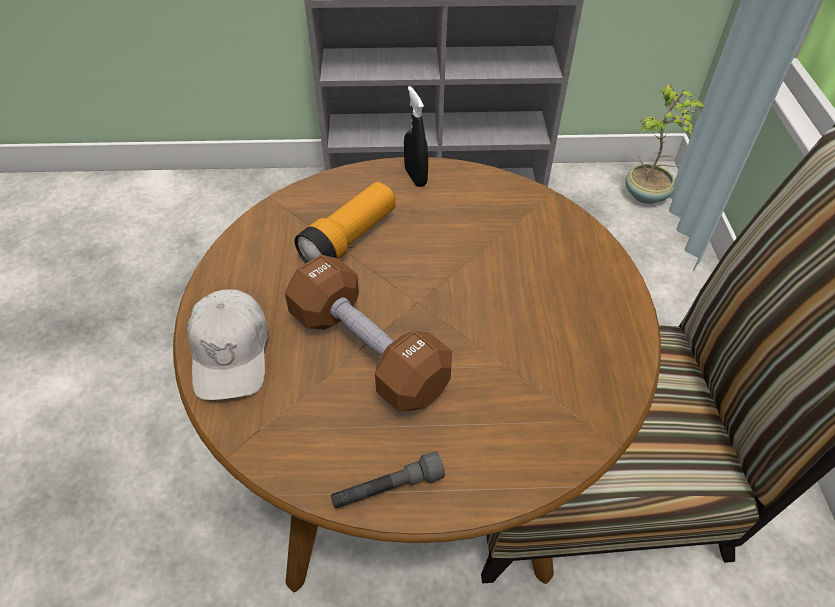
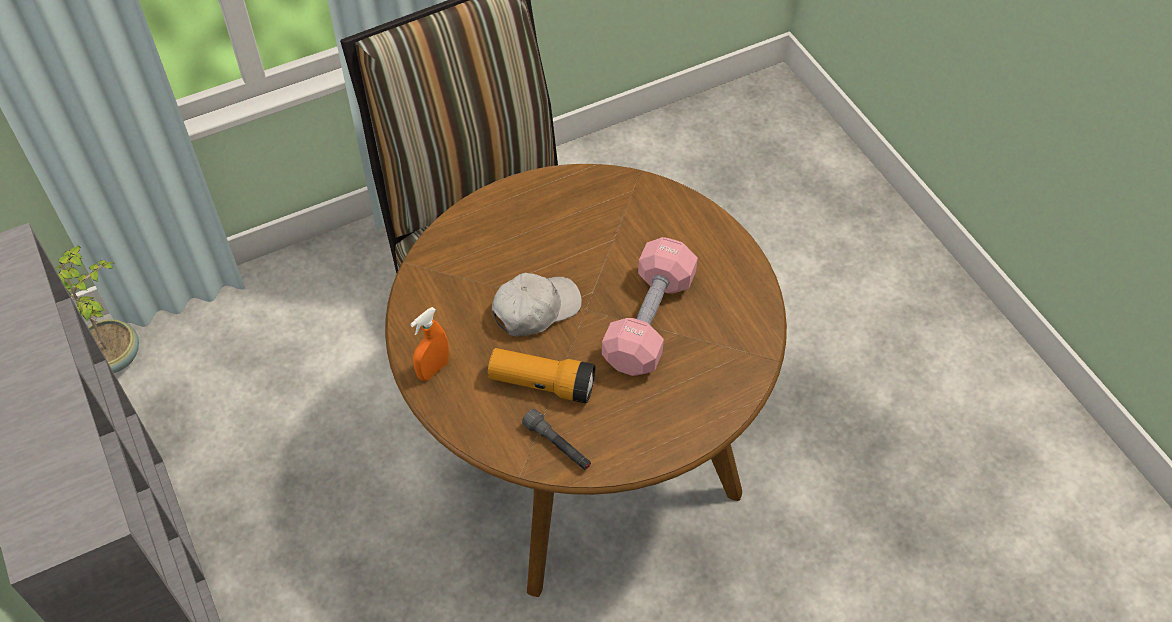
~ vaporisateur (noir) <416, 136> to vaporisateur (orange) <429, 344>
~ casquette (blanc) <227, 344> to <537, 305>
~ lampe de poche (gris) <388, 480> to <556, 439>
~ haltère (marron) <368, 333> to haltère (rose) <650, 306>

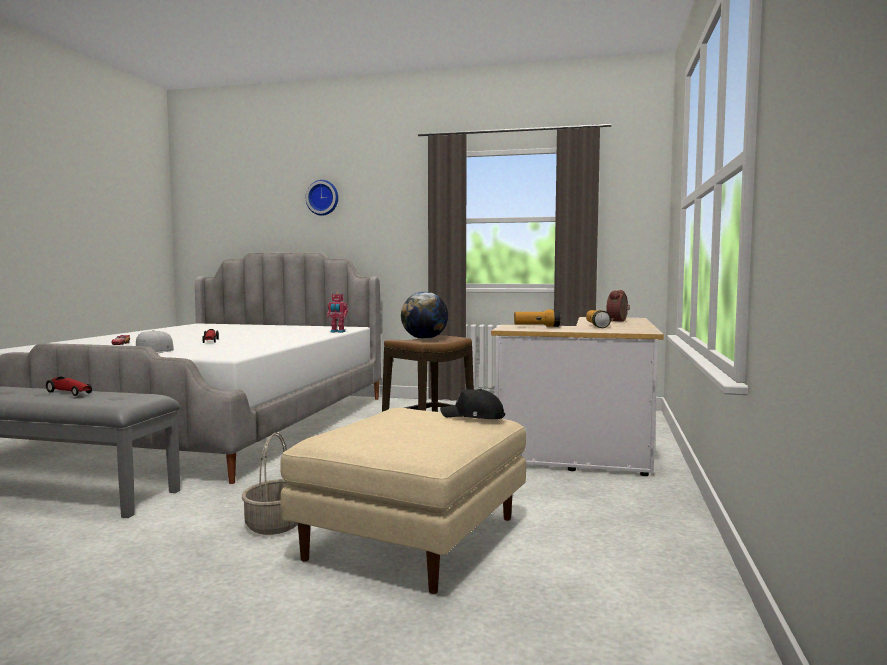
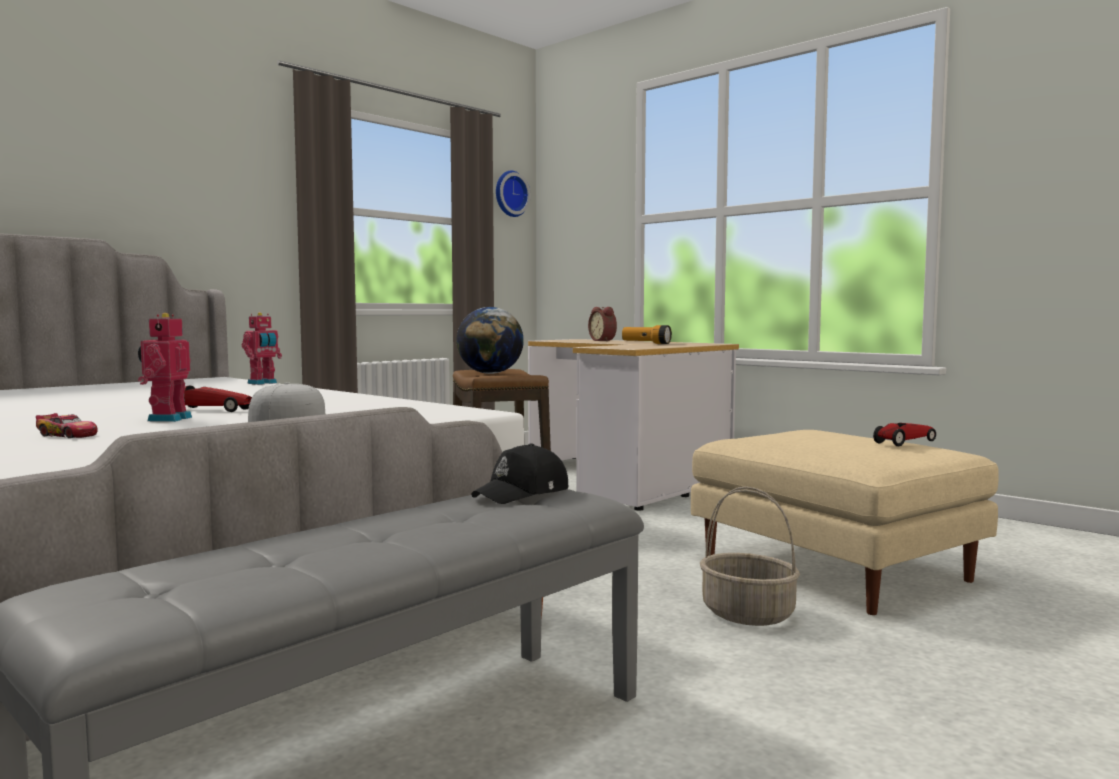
+ robot jouet <165, 367>
~ casquette (noir) <472, 404> to <519, 473>
~ horloge murale <322, 198> to <513, 194>
~ petite voiture <69, 386> to <904, 435>
- lampe de poche <537, 318>

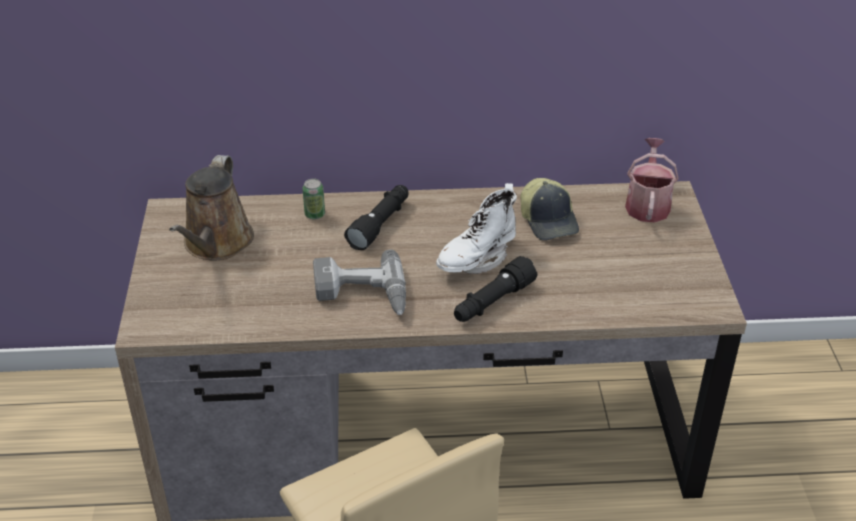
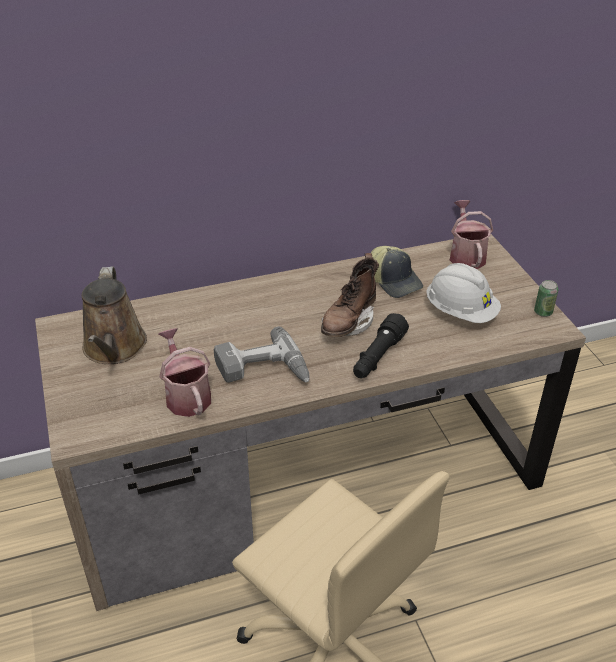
+ arrosoir <184, 372>
~ botte (blanc) <476, 228> to botte (marron) <350, 295>
+ casque de chantier (blanc) <463, 293>
~ boîte métallique <313, 198> to <546, 298>
- lampe de poche (noir) <376, 217>

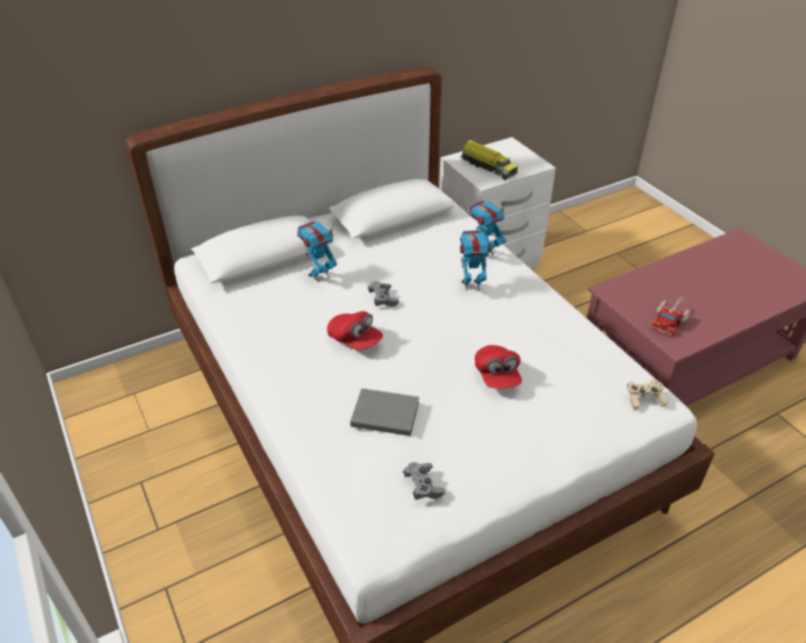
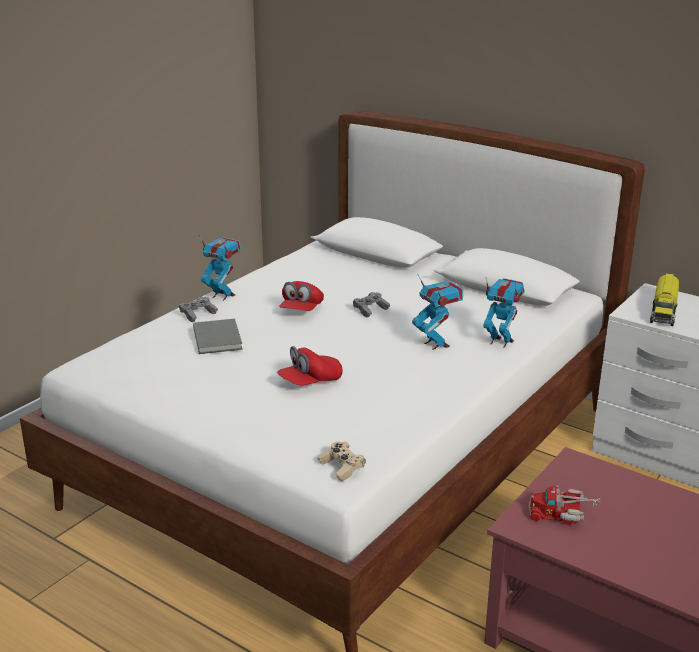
~ manette (gris) <424, 481> to <198, 309>
~ robot jouet <317, 251> to <220, 268>

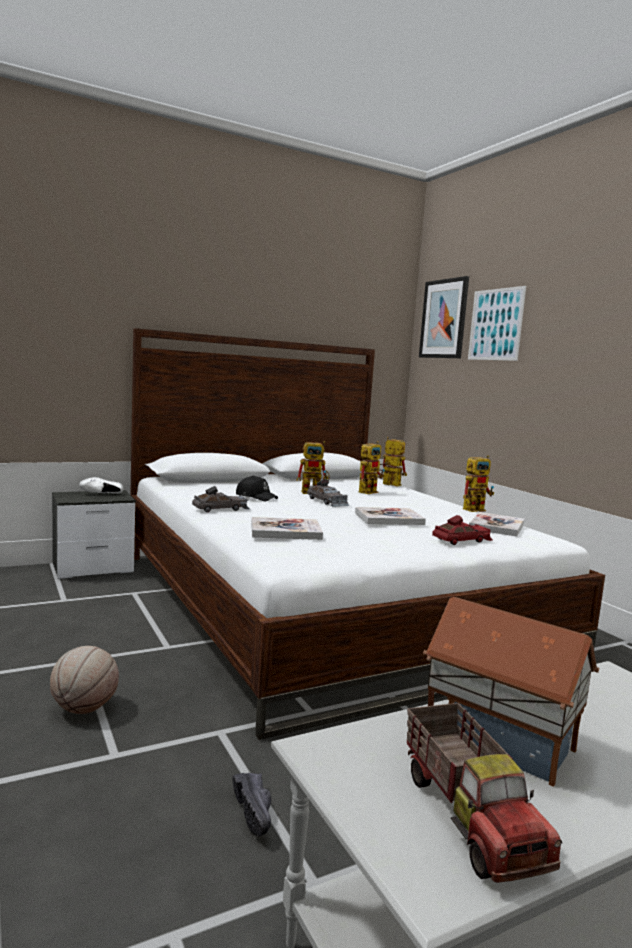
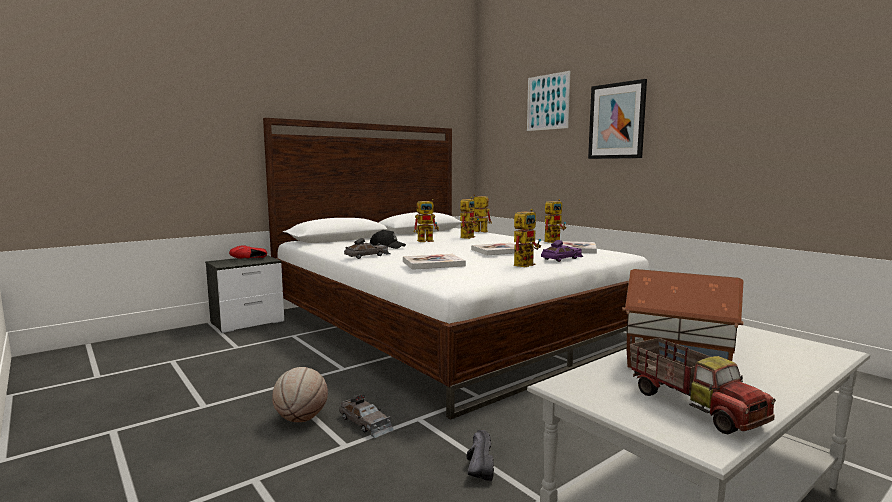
~ chaussure (blanc) <101, 485> to chaussure (rouge) <248, 252>
~ petite voiture (gris) <328, 493> to <366, 416>
~ chaussure (noir) <251, 804> = <480, 455> 150 degrees counterclockwise
+ robot jouet <527, 238>
~ petite voiture (rouge) <462, 530> to petite voiture (violet) <562, 251>
~ tableau <444, 317> to <617, 119>

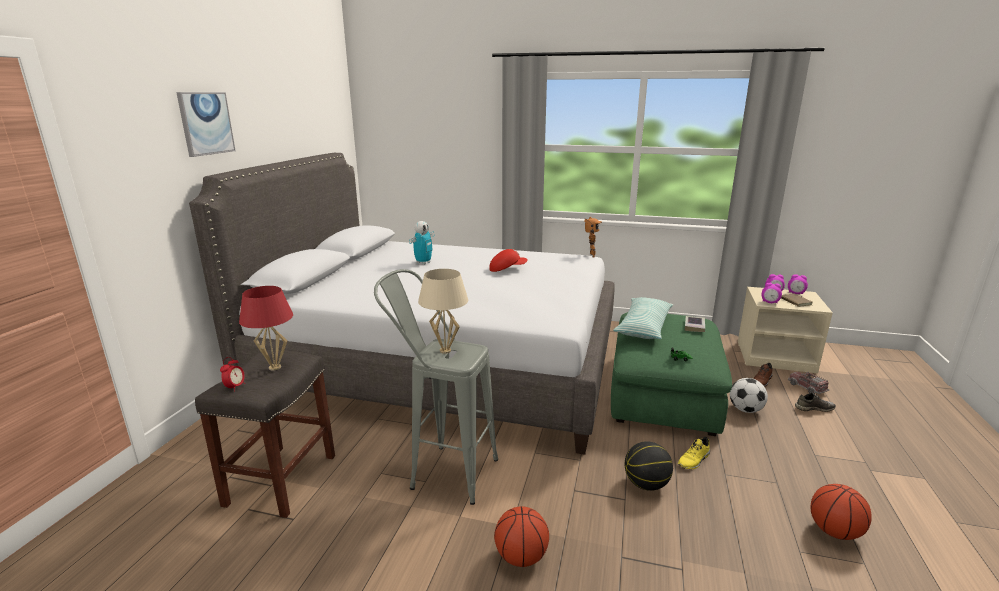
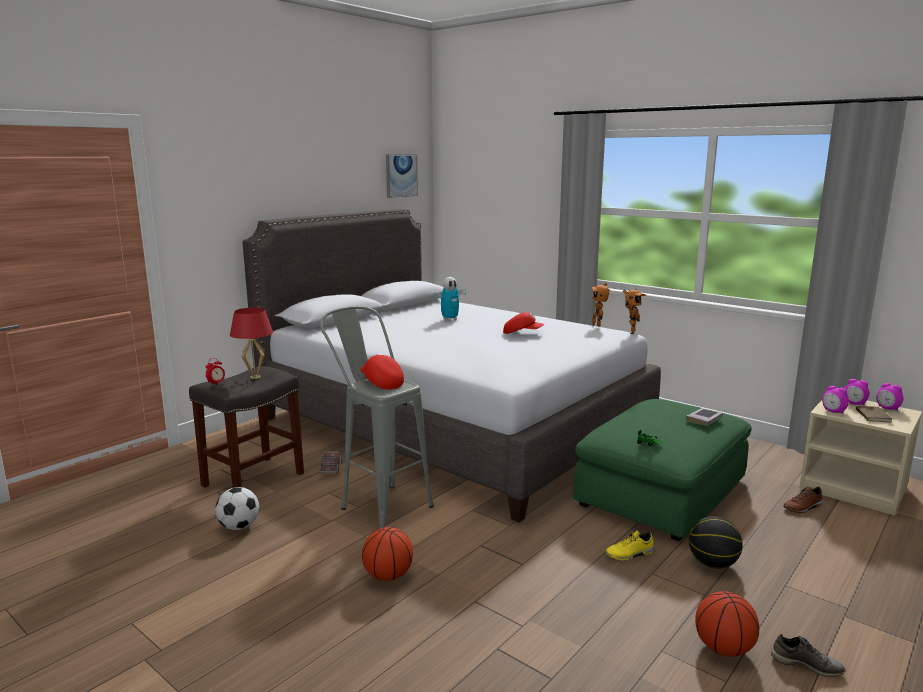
~ ballon de foot <749, 395> to <237, 508>
~ camion jouet <808, 383> to <331, 462>
~ lampe de table (beige) <443, 311> to casquette (rouge) <382, 372>
~ tableau <206, 124> to <402, 176>
+ robot jouet <600, 304>
~ ballon de basket <649, 466> to <716, 542>
~ chaussure (gris) <815, 402> to <808, 655>
- coussin <643, 318>

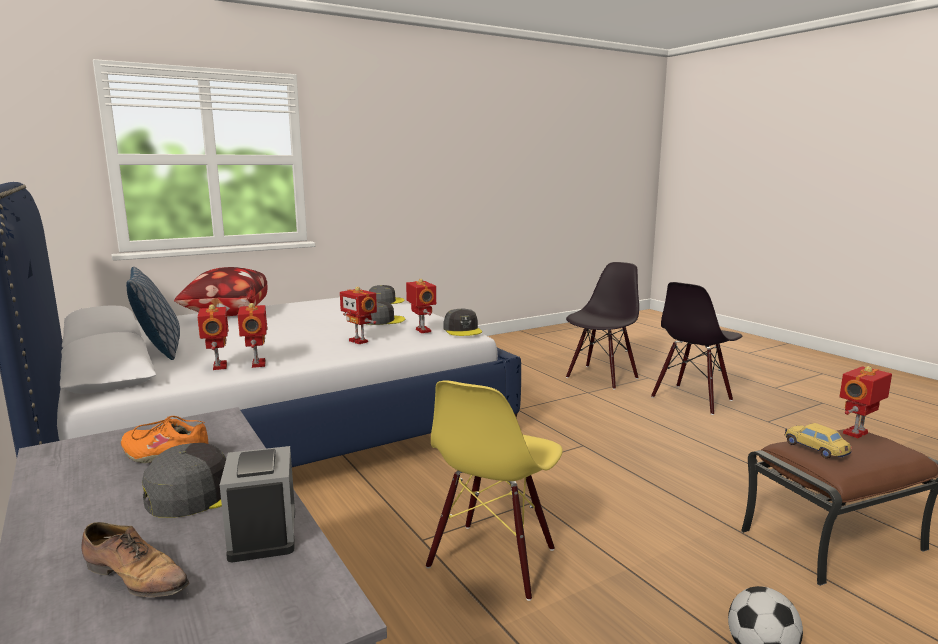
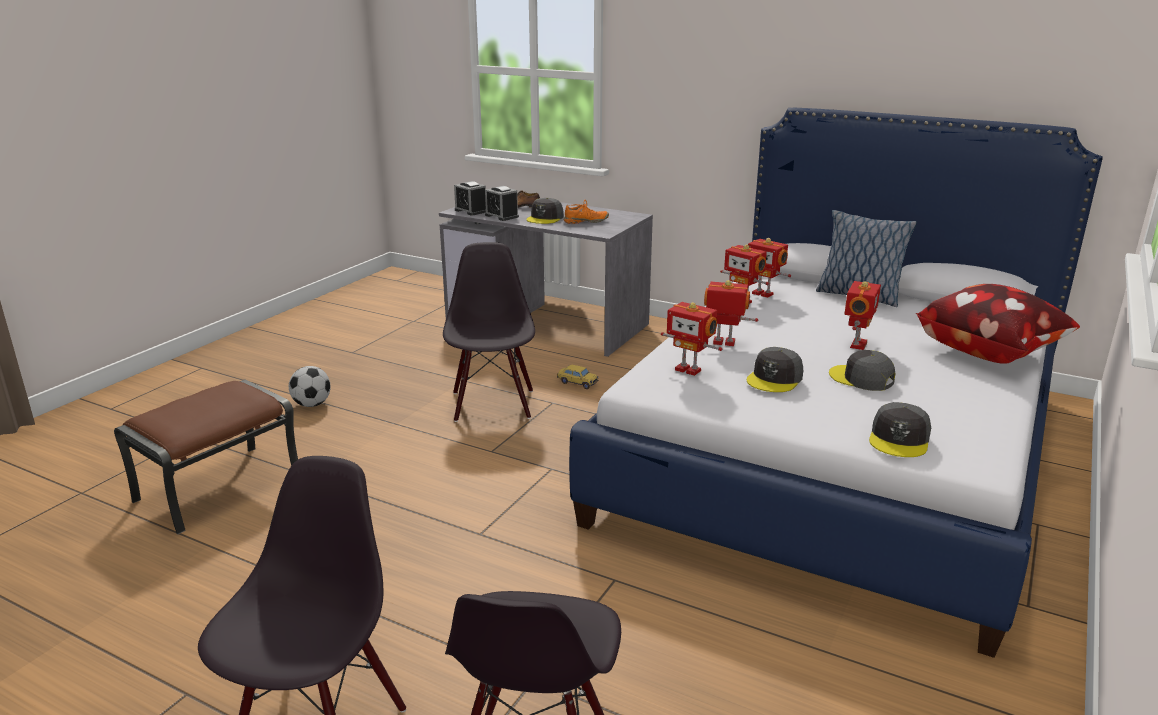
~ chaise (jaune) <494, 491> to chaise (noir) <489, 332>
+ réveil <470, 198>
~ petite voiture <818, 441> to <577, 376>
~ casquette (gris) <462, 322> to <862, 370>
~ robot jouet <865, 402> to <863, 315>

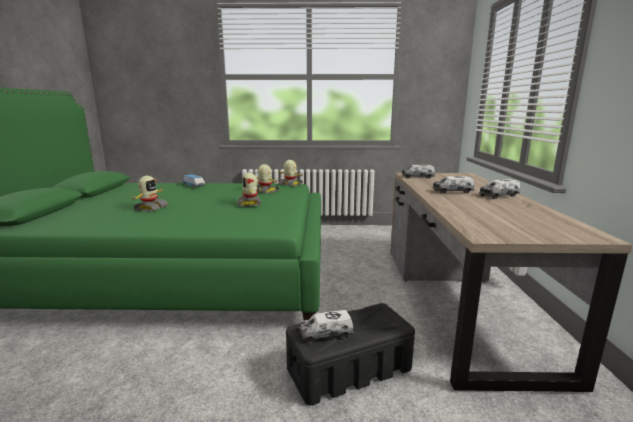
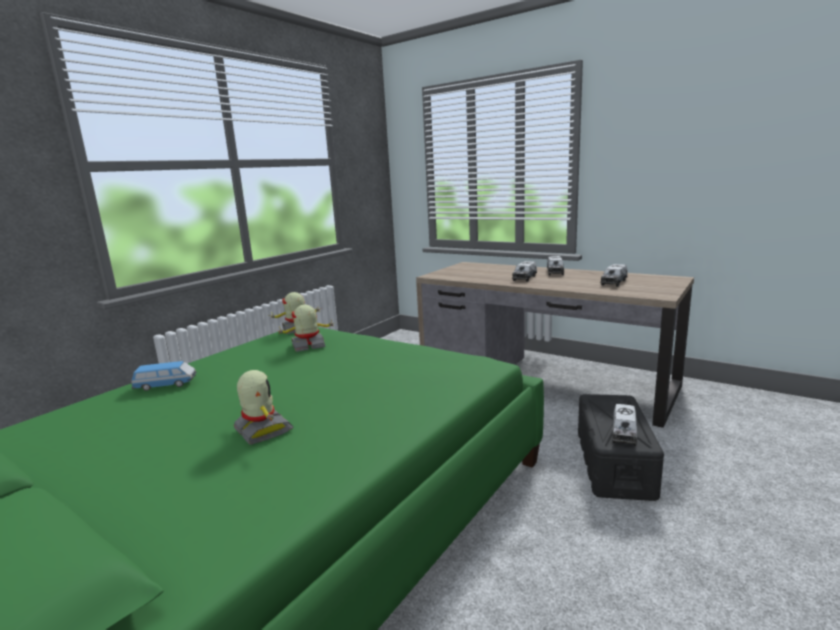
~ camion jouet <418, 172> to <614, 275>
- robot jouet <249, 190>

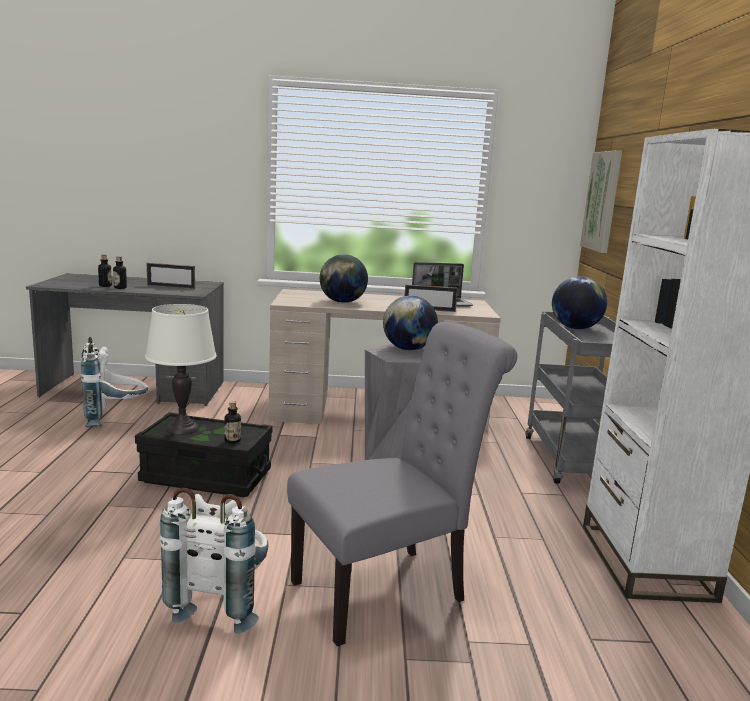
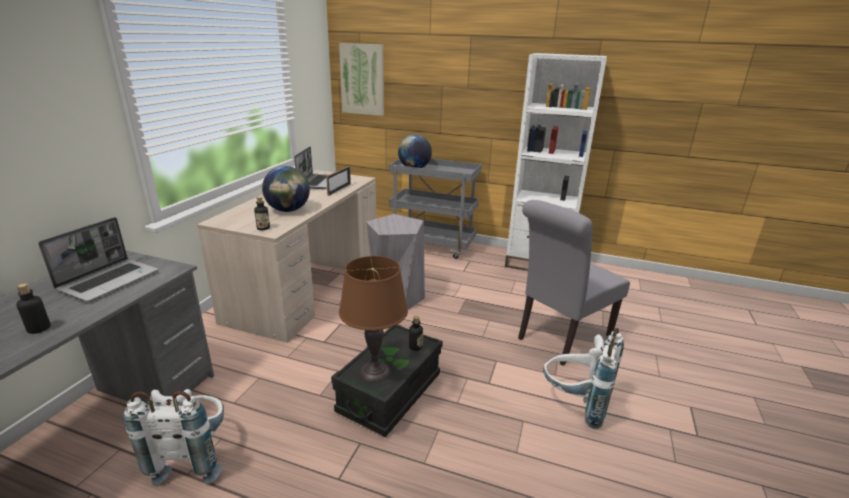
~ cadre photo <171, 276> to ordinateur portable <98, 259>
~ bouteille <120, 272> to <262, 213>
~ lampe de table (blanc) <181, 369> to lampe de table (marron) <373, 319>
~ chaise (gris) <402, 484> = <574, 283> 120 degrees counterclockwise
- globe <410, 323>

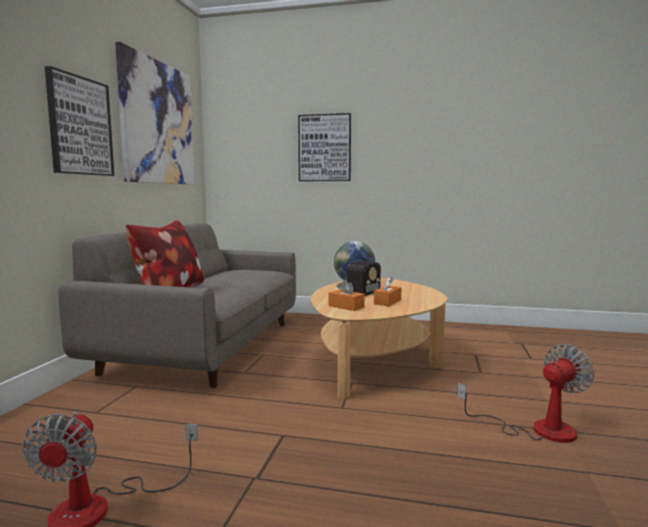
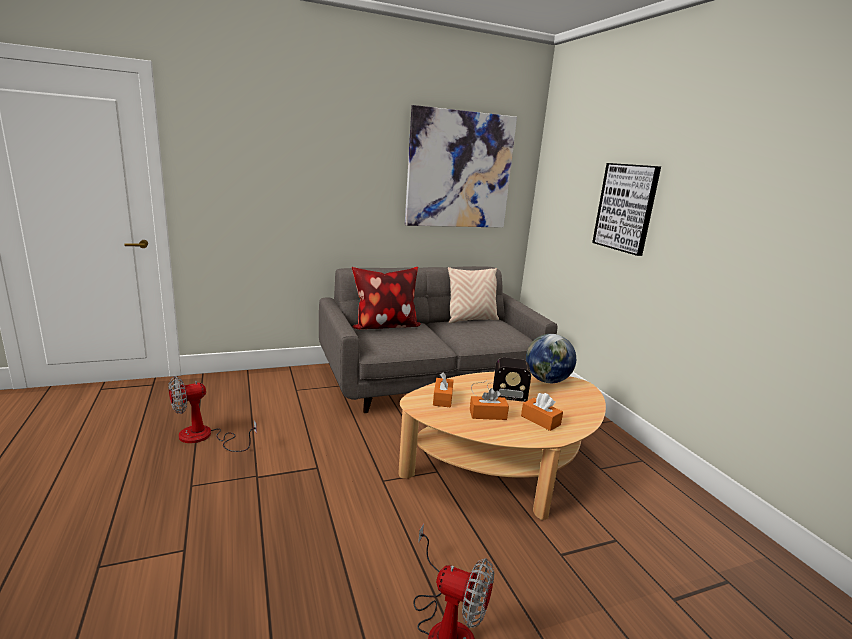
+ coussin (beige) <473, 295>
+ boîte à mouchoirs (orange) <542, 412>
- tableau <79, 121>

